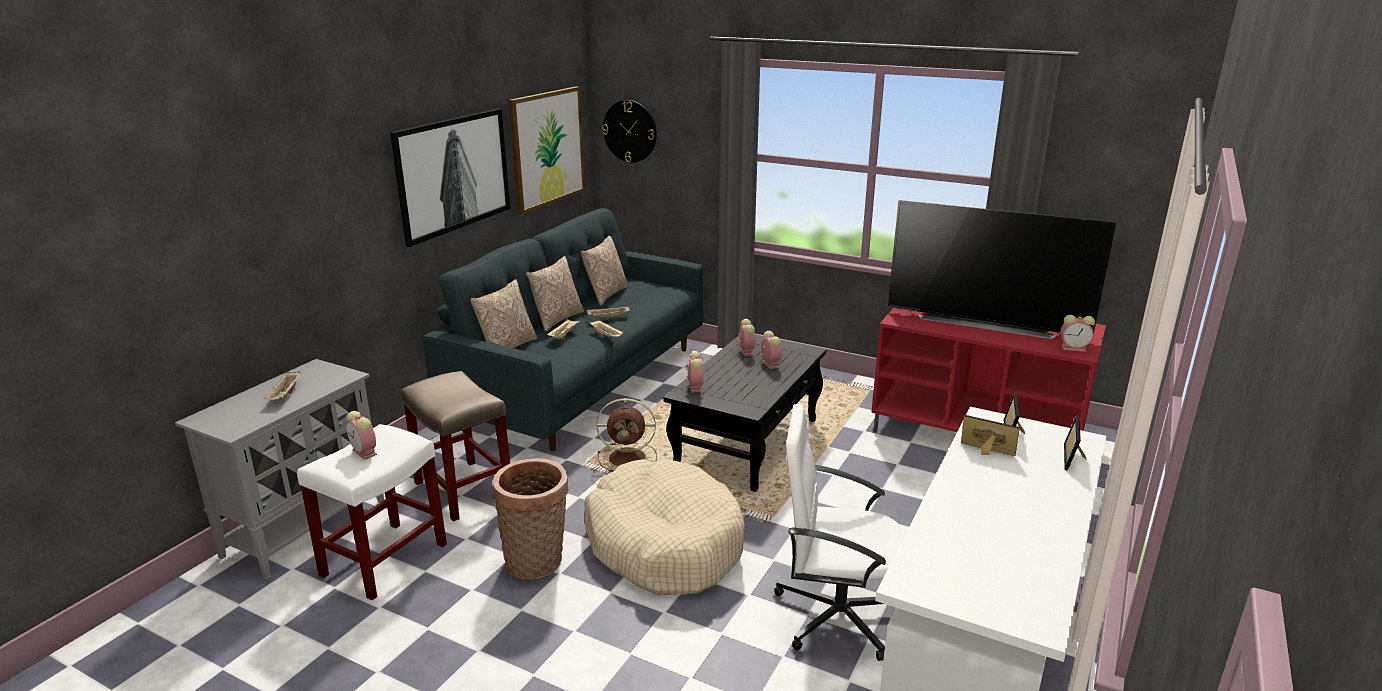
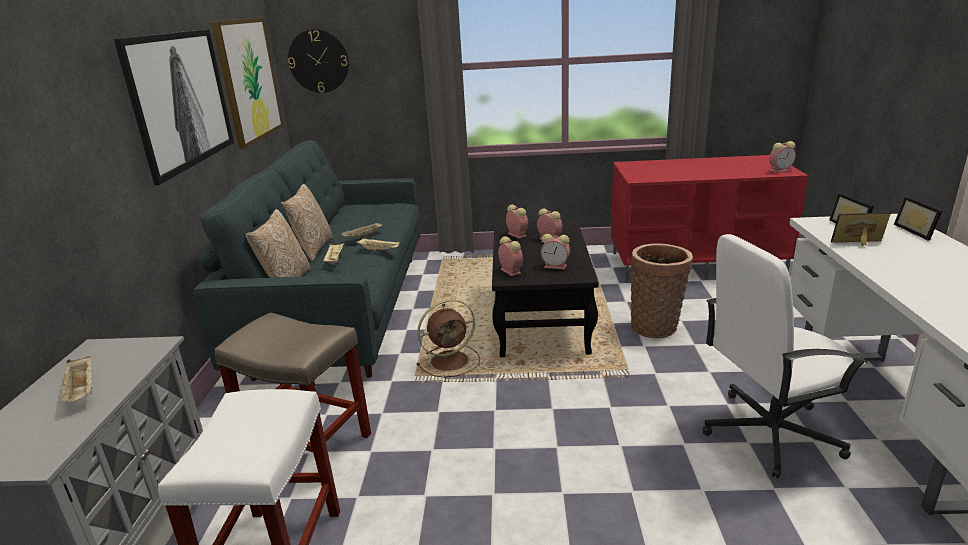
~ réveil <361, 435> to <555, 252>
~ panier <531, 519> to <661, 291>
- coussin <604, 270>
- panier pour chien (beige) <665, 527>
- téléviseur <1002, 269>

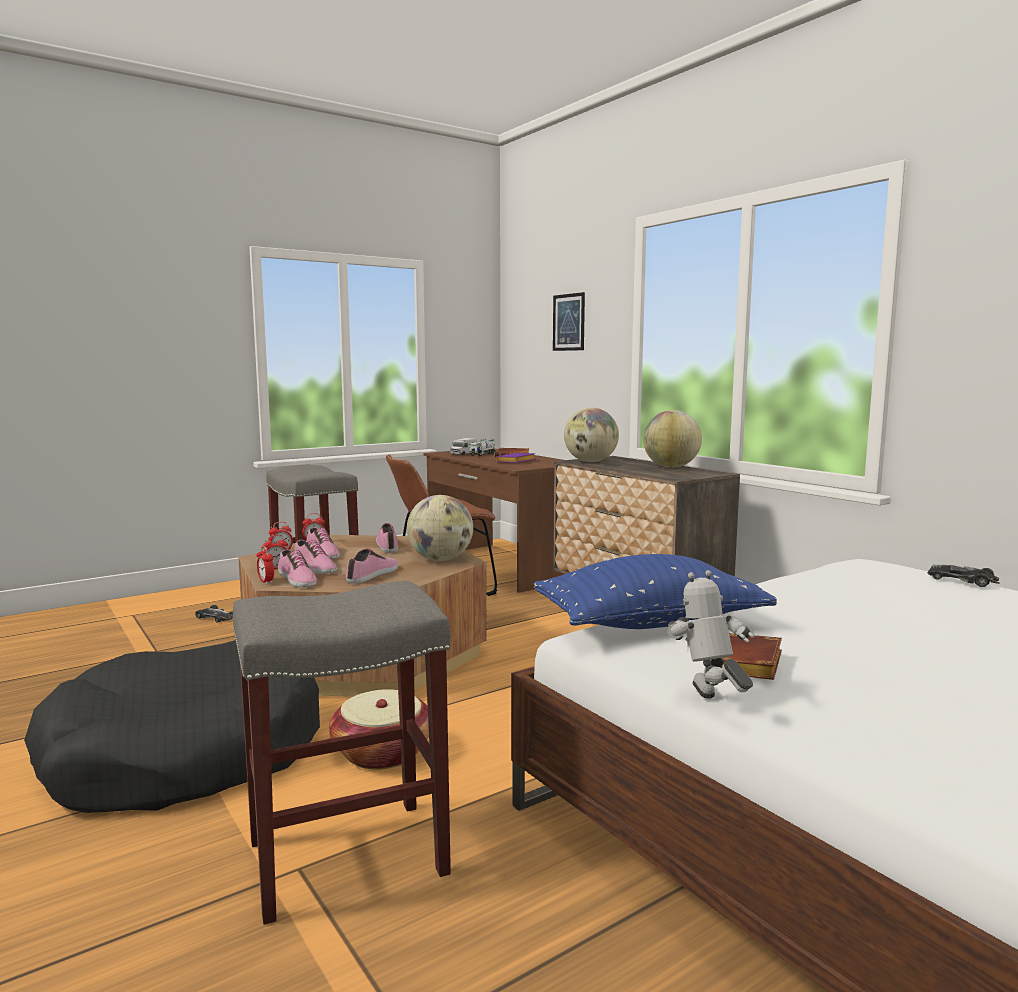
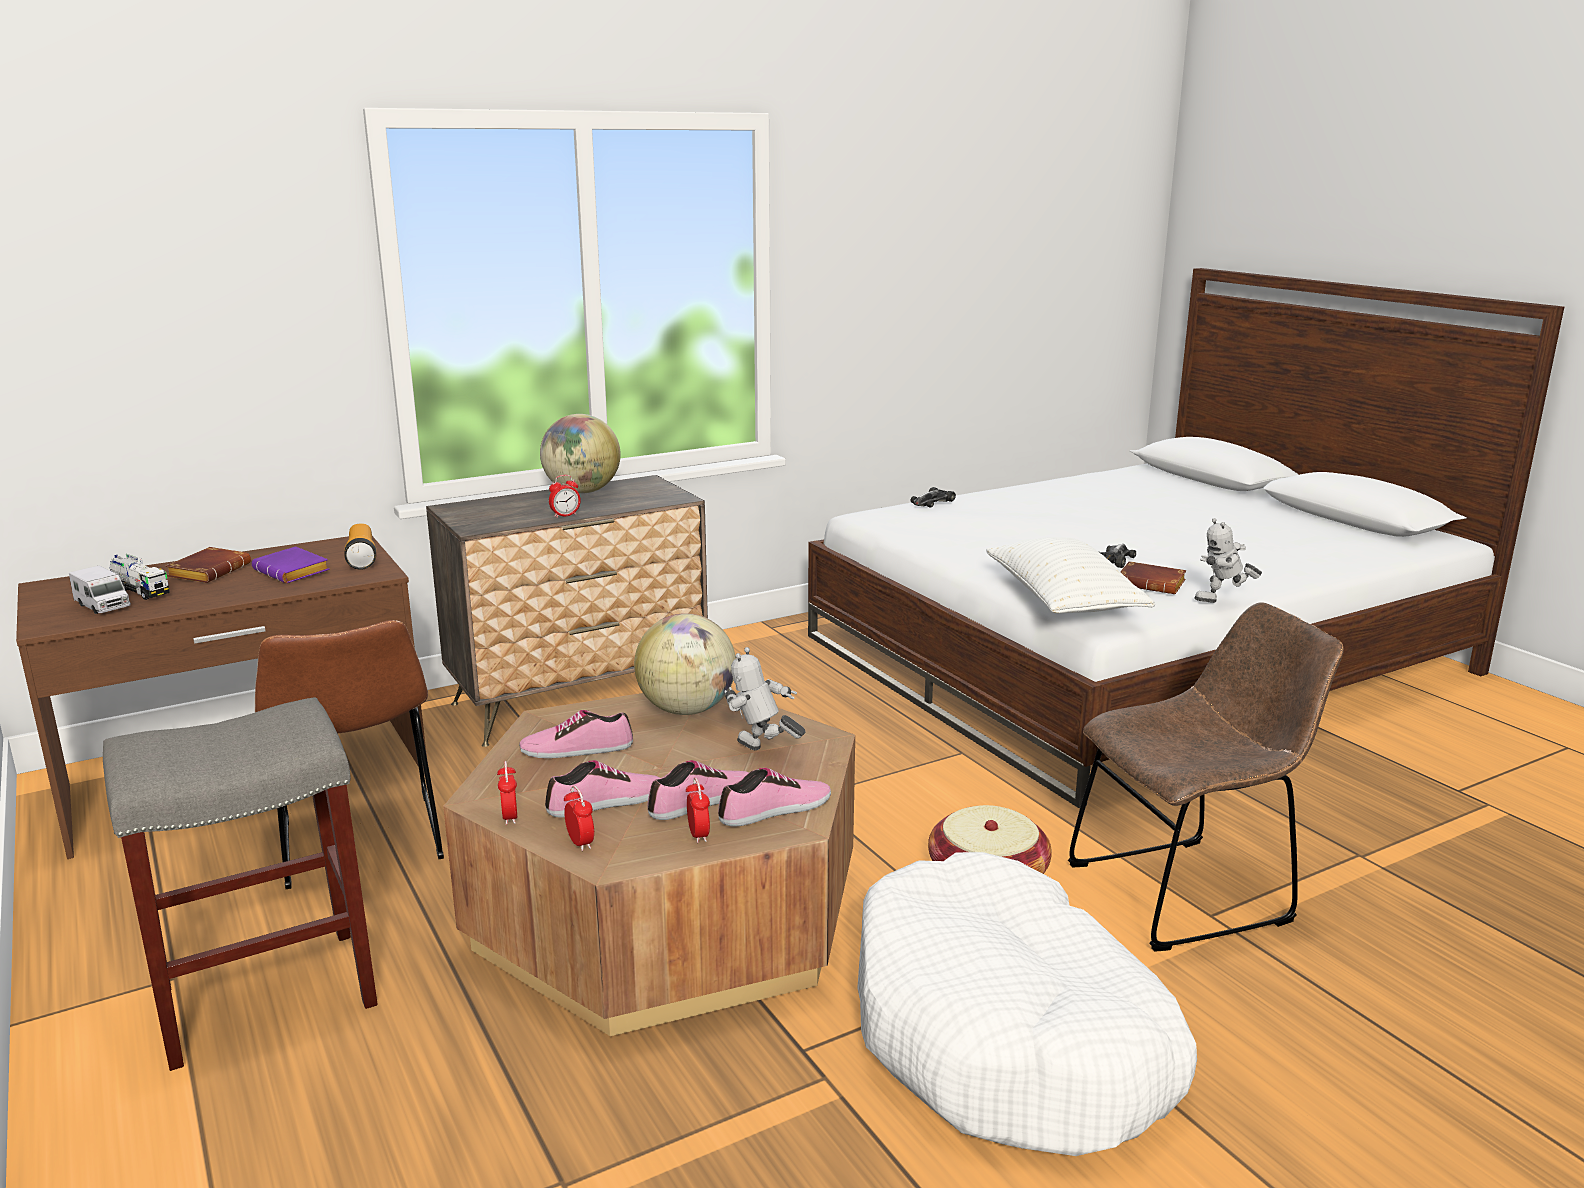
+ lampe de poche <360, 546>
~ réveil <265, 565> to <565, 496>
~ chaussure <372, 566> to robot jouet <765, 698>
~ panier pour chien (noir) <172, 726> to panier pour chien (blanc) <1027, 1004>
~ coussin (bleu) <655, 591> to coussin (blanc) <1070, 575>
~ tabouret (gris) <342, 753> to chaise (marron) <1206, 777>
~ petite voiture <214, 614> to <1117, 556>
- tableau <569, 321>
- globe <591, 435>

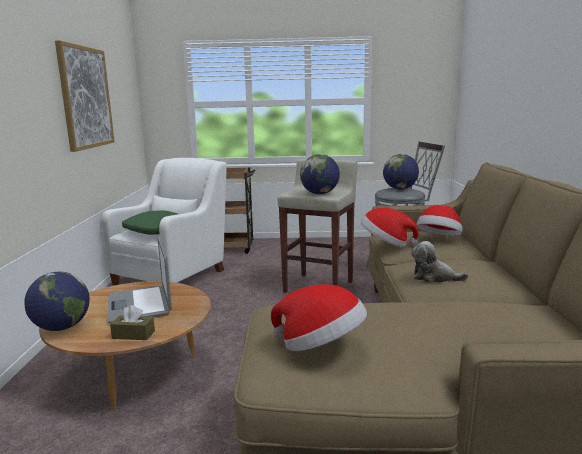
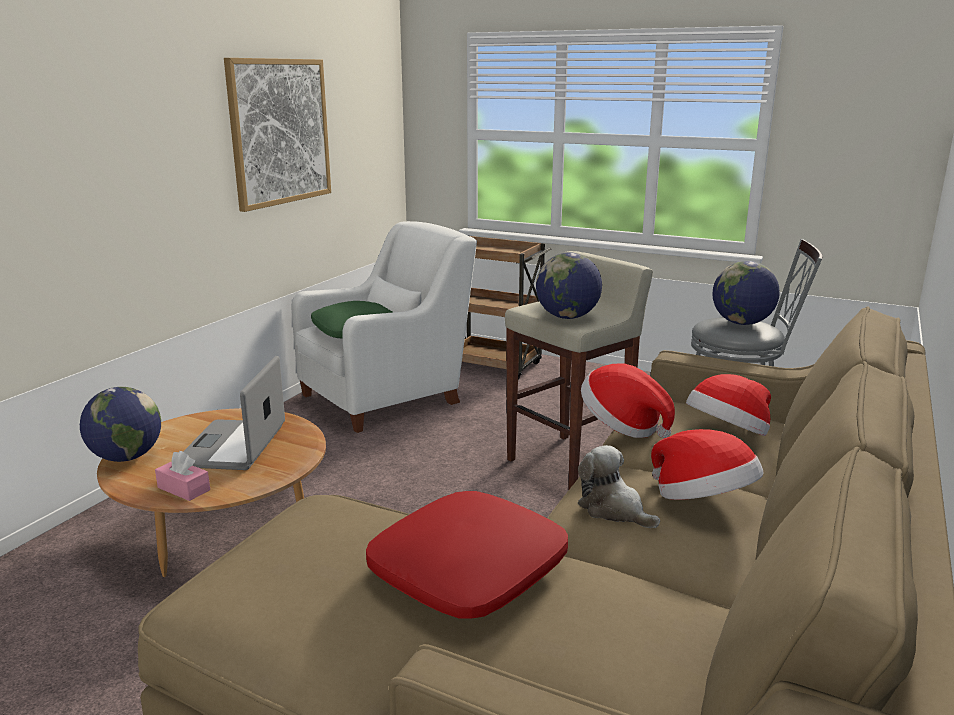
~ boîte à mouchoirs (marron) <132, 322> to boîte à mouchoirs (rose) <182, 476>
+ coussin (rouge) <467, 555>
~ chapeau <319, 317> to <707, 464>

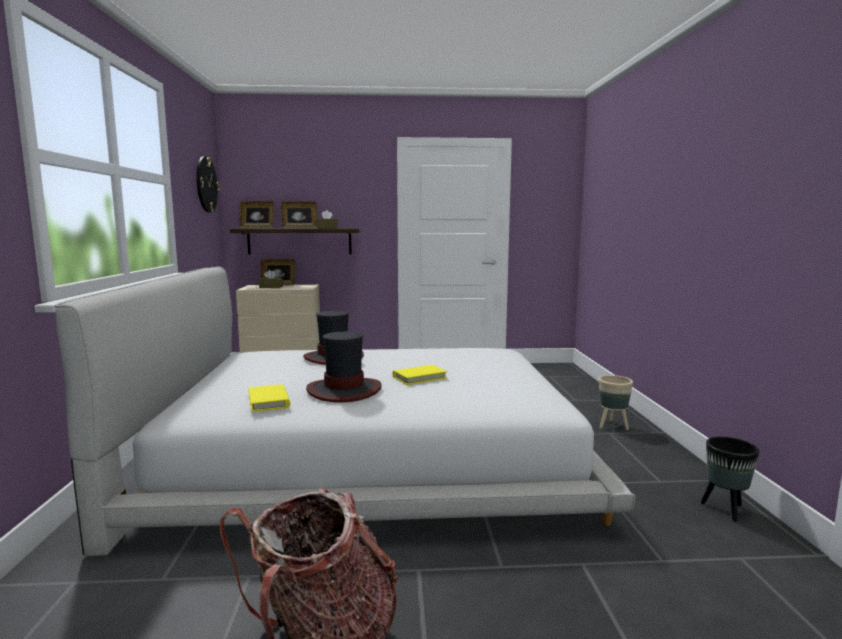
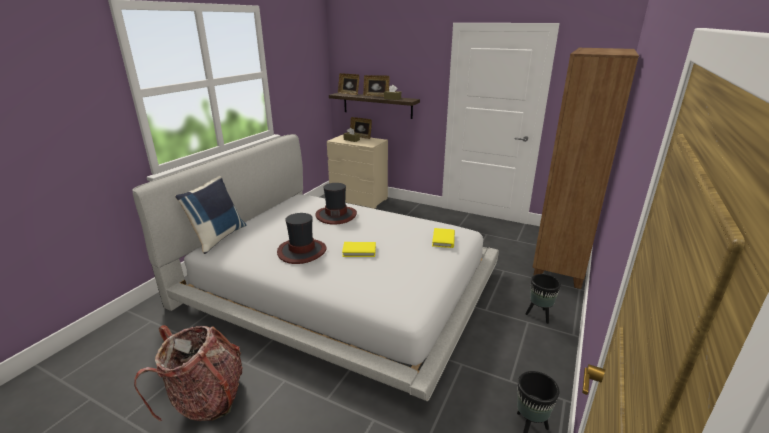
+ coussin (bleu) <210, 215>
~ livre (jaune) <269, 398> to <443, 238>
~ cache-pot (beige) <616, 402> to cache-pot (noir) <543, 299>
+ bibliothèque (marron) <585, 168>
- horloge murale <208, 184>

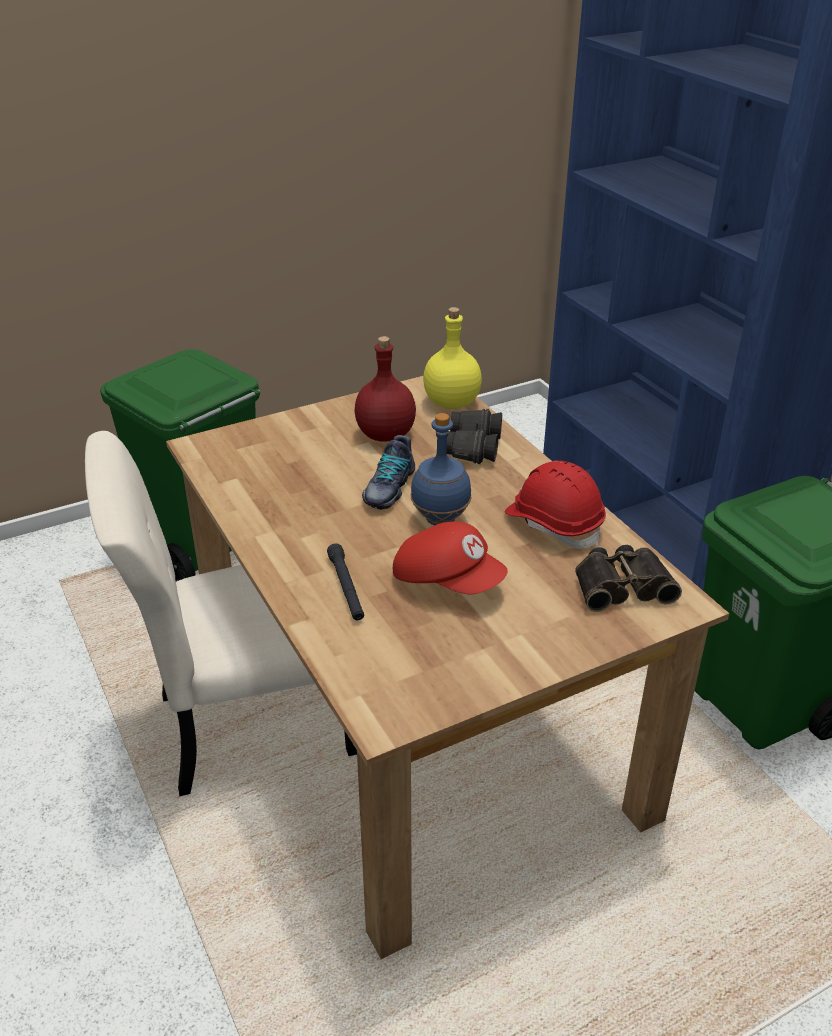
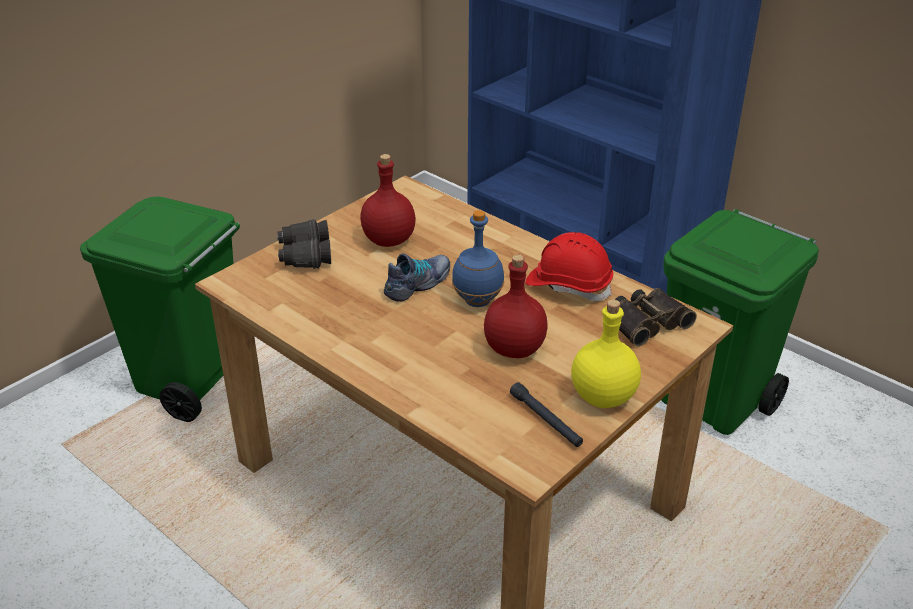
~ jumelles (noir) <474, 436> to <304, 244>
~ chaussure <388, 472> = <417, 277> 135 degrees counterclockwise
~ casquette (rouge) <450, 558> to bouteille (rouge) <516, 306>
~ lampe de poche (noir) <345, 581> to <546, 414>
~ bouteille (jaune) <452, 358> to <606, 353>
- chaise (beige) <221, 613>

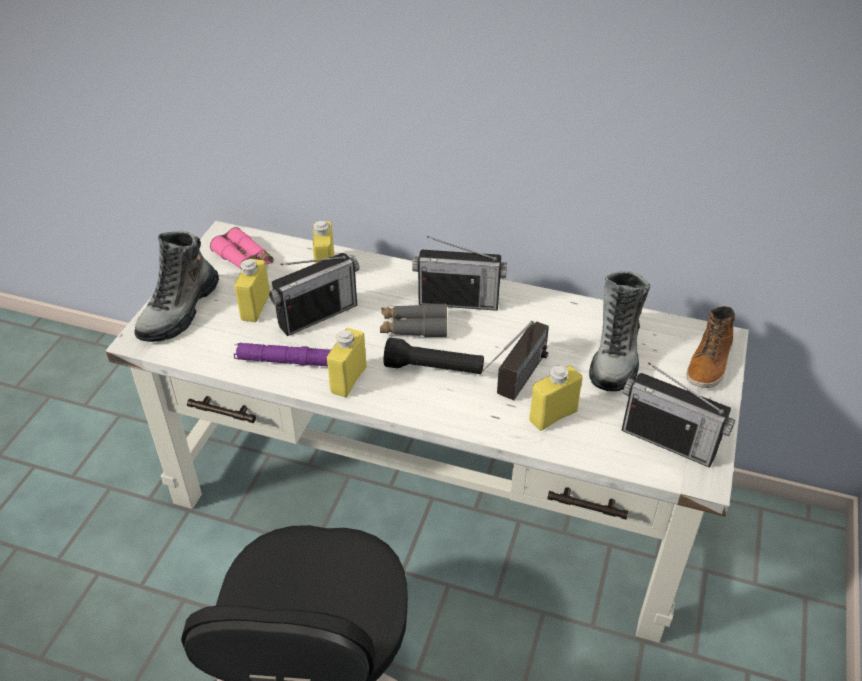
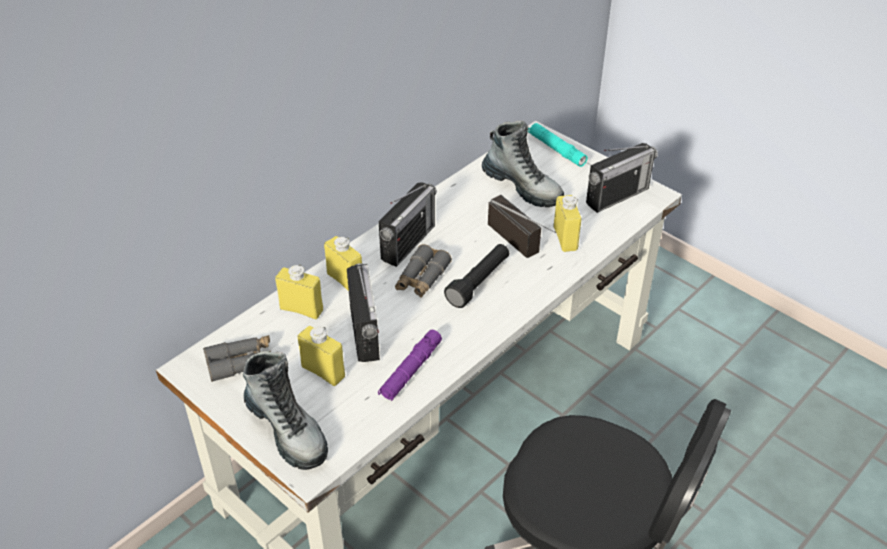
~ jumelles (rose) <242, 248> to jumelles (gris) <237, 358>
~ bouteille (jaune) <347, 362> to <343, 263>
~ botte <710, 347> to lampe de poche (turquoise) <558, 145>

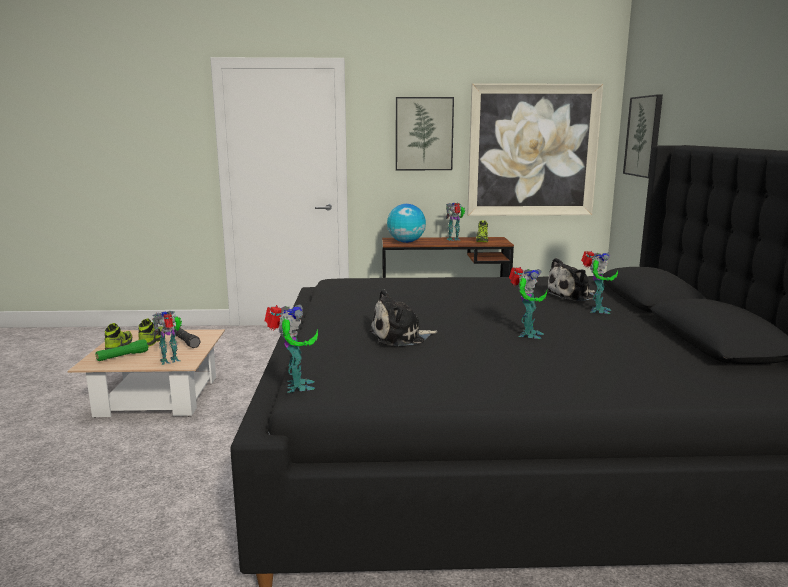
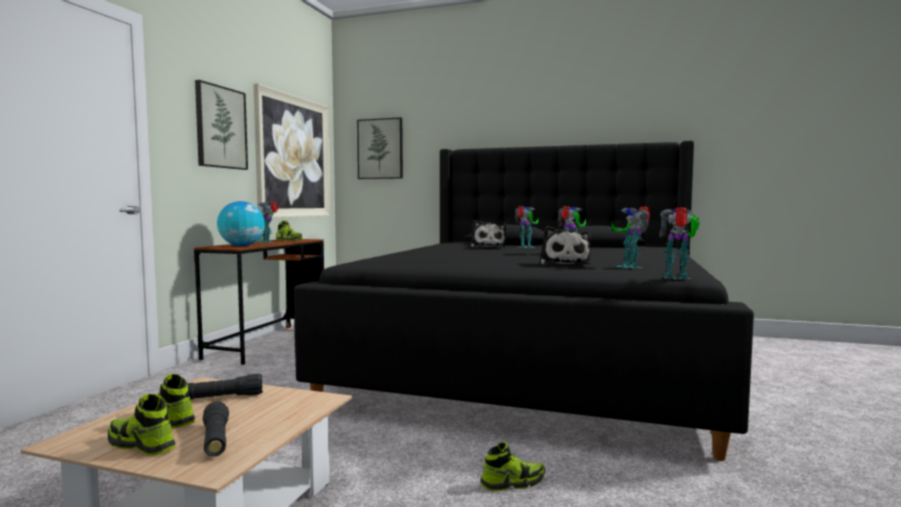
~ lampe de poche (vert) <122, 350> to lampe de poche (noir) <216, 428>
+ chaussure <513, 466>
~ robot jouet <167, 337> to <631, 237>

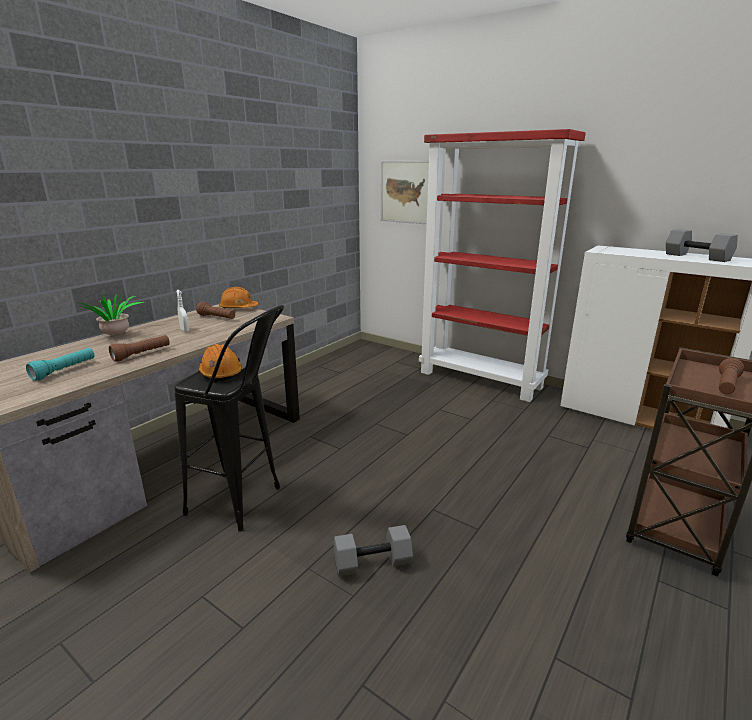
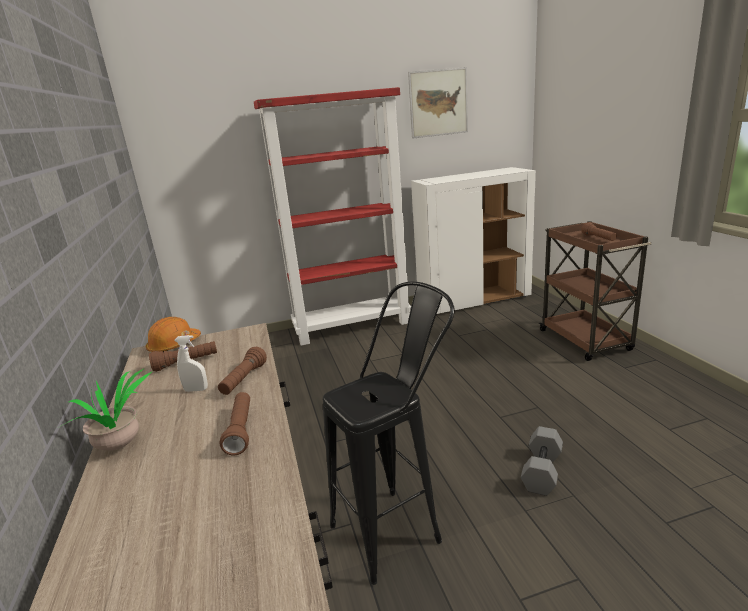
+ lampe de poche (marron) <242, 371>
~ tableau <405, 192> to <438, 103>
- lampe de poche (turquoise) <60, 364>
- casque de chantier (orange) <220, 362>
- haltère (gris) <702, 245>

